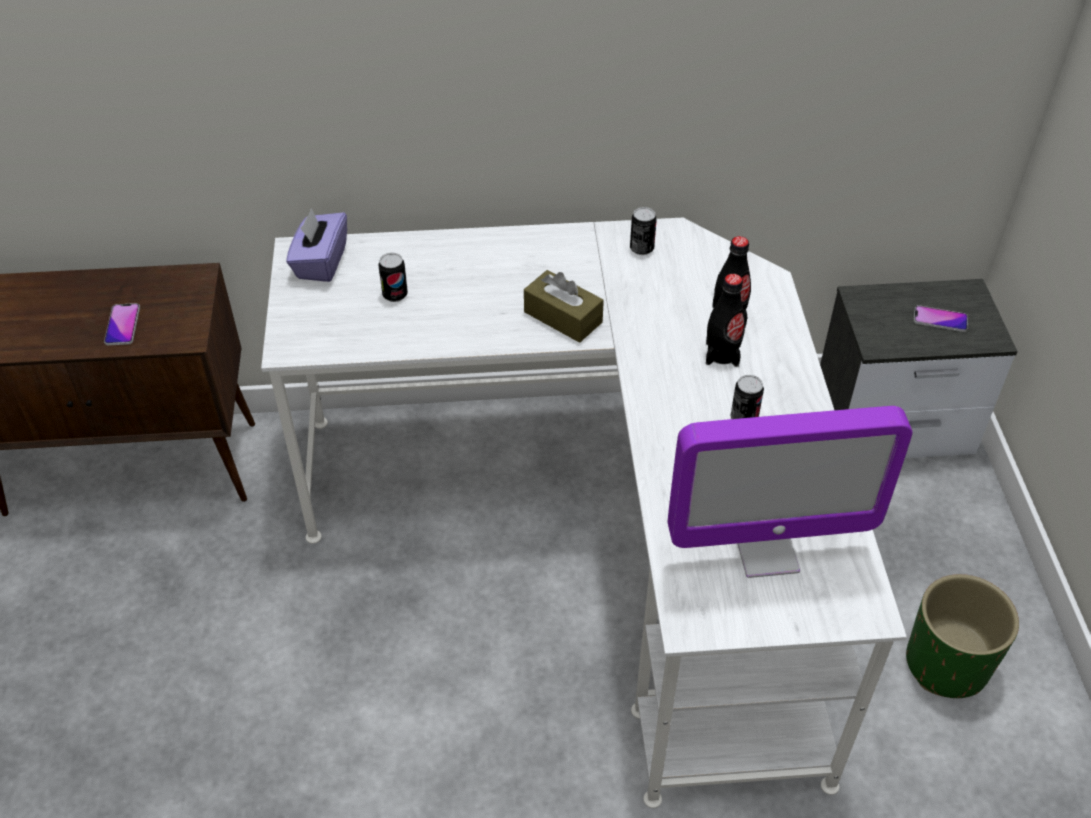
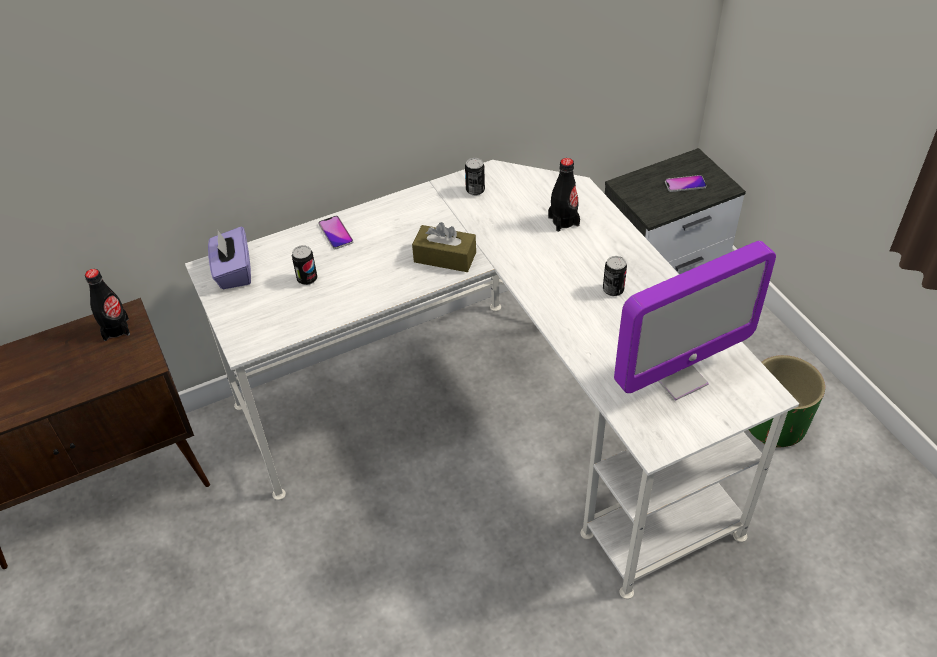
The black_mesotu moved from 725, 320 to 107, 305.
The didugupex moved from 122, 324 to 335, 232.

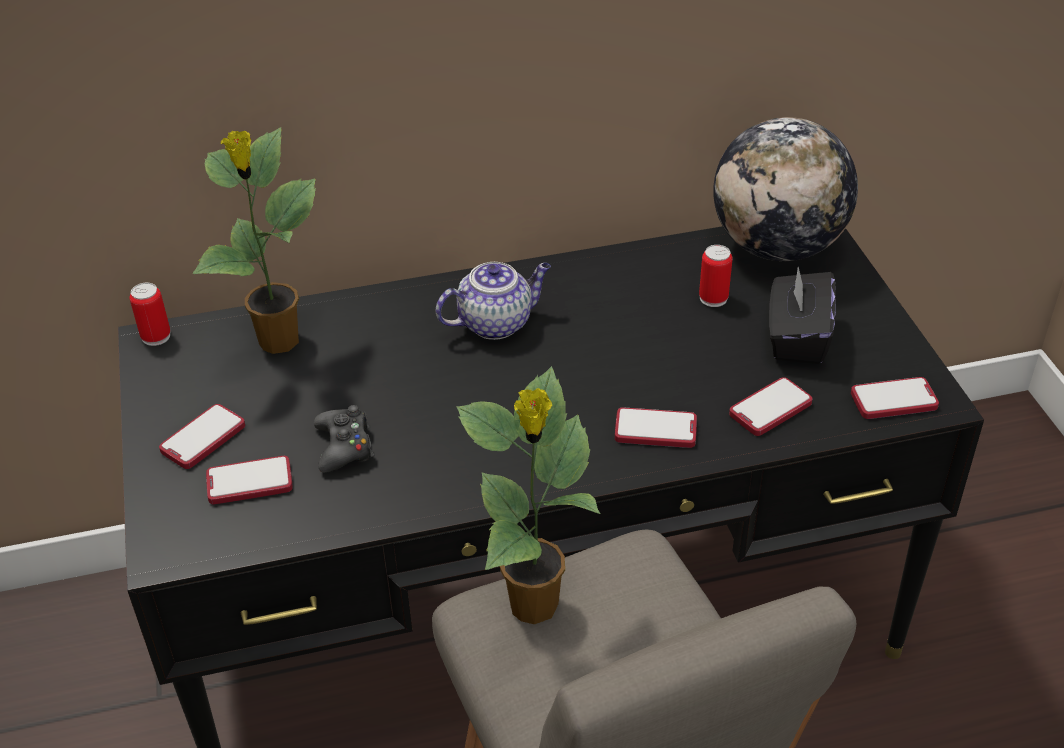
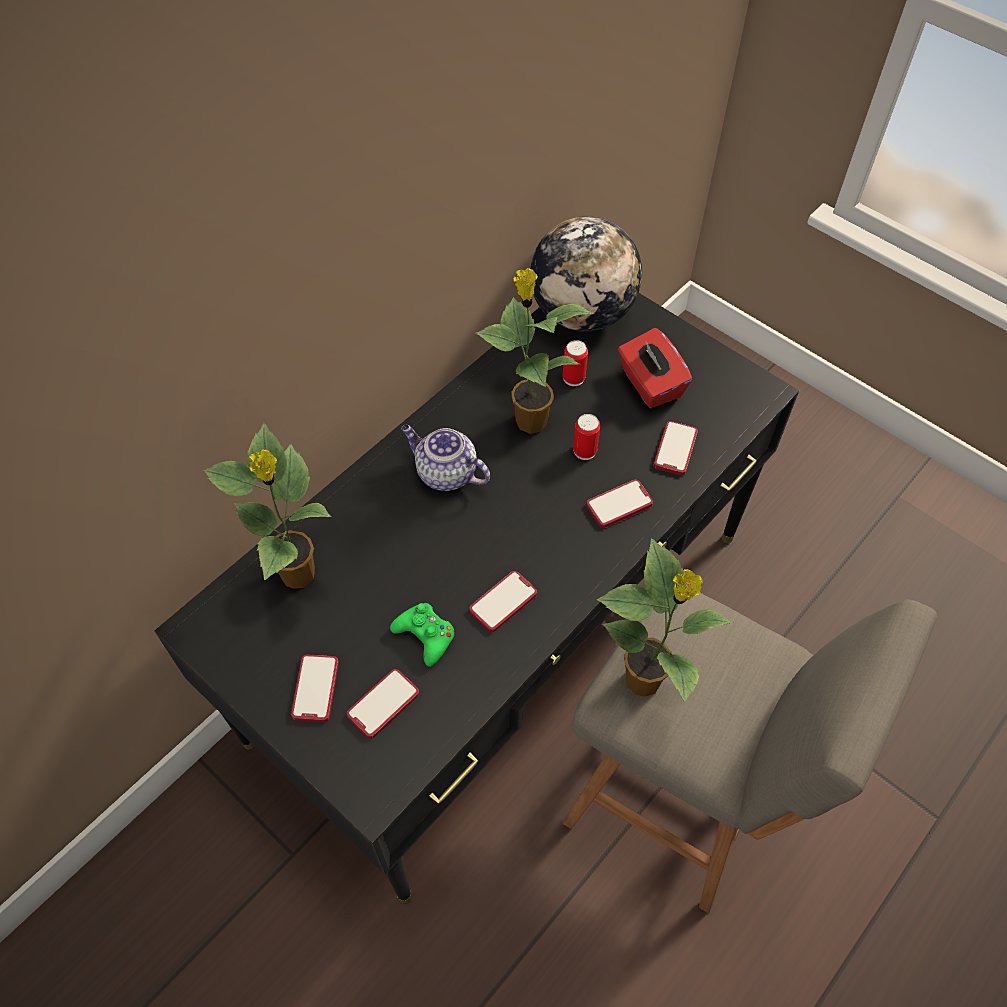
The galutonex at 493, 301 turned 90 degrees counterclockwise.
The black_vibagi at 802, 315 became the red_vibagi at 655, 368.
The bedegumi moved from 150, 314 to 586, 437.
The didugupex moved from 895, 398 to 503, 601.
The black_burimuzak at 344, 439 became the green_burimuzak at 422, 635.
The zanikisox at 535, 351 appeared.

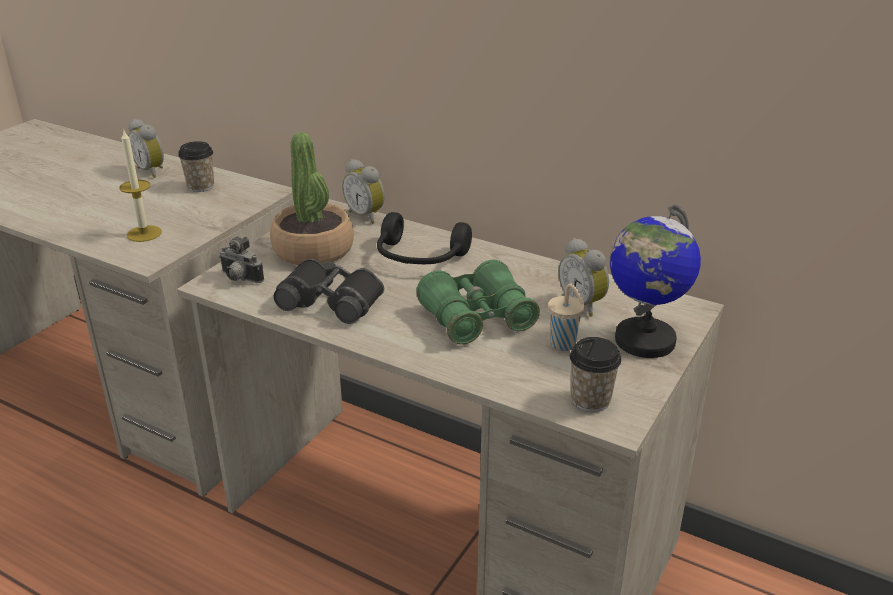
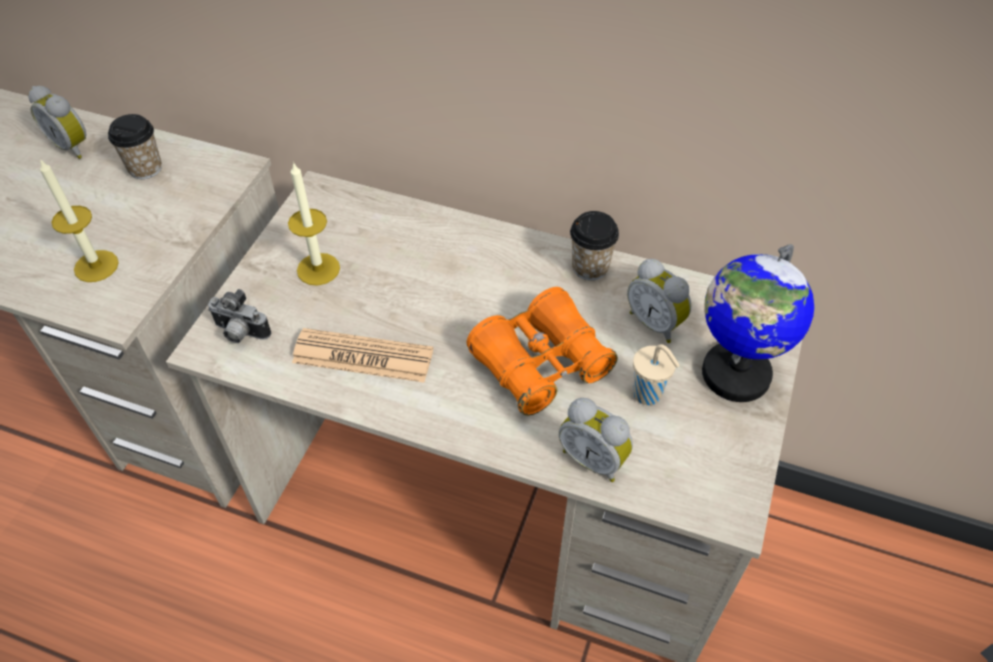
The zanikisox at 312, 198 was replaced by the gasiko at 314, 224.
The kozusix moved from 363, 191 to 596, 440.
The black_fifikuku at 424, 238 disappeared.
The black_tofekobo at 329, 291 was replaced by the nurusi at 362, 355.
The green_tofekobo at 478, 302 became the orange_tofekobo at 542, 351.
The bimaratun moved from 595, 374 to 594, 245.

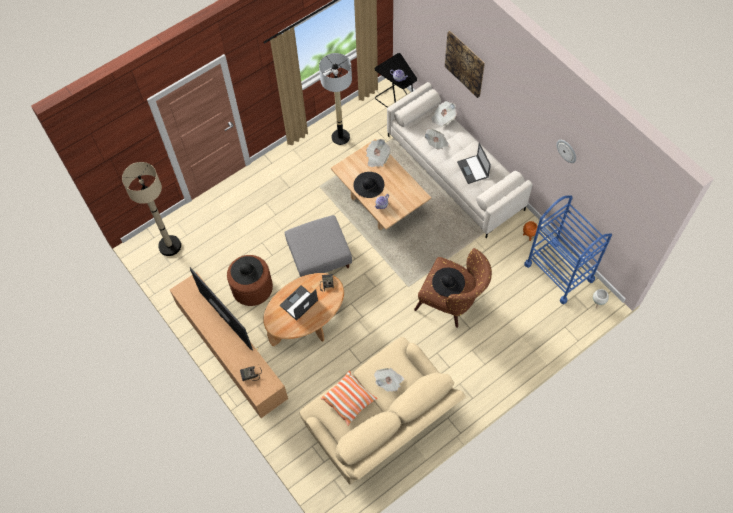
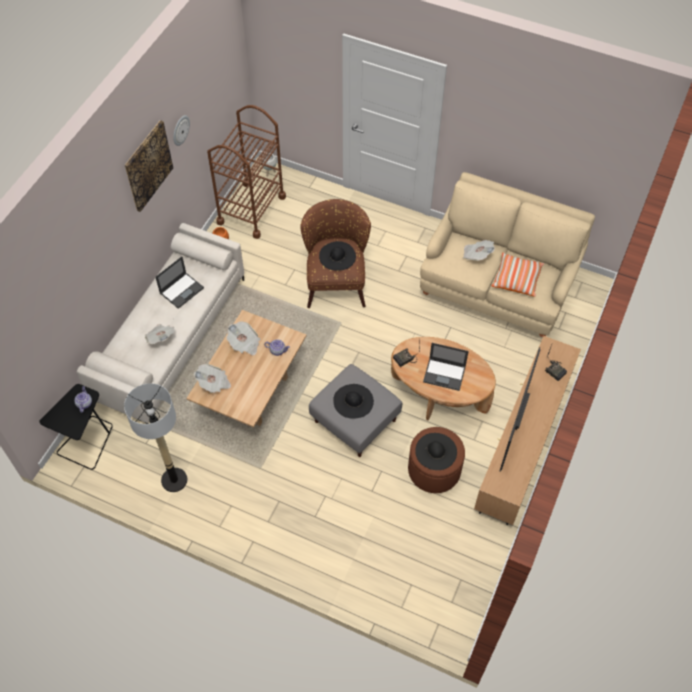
The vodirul moved from 465, 64 to 149, 166.
The nurusi moved from 443, 114 to 243, 338.
The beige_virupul at 151, 209 disappeared.
The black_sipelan moved from 368, 185 to 353, 401.
The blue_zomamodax at 568, 249 became the brown_zomamodax at 246, 172.

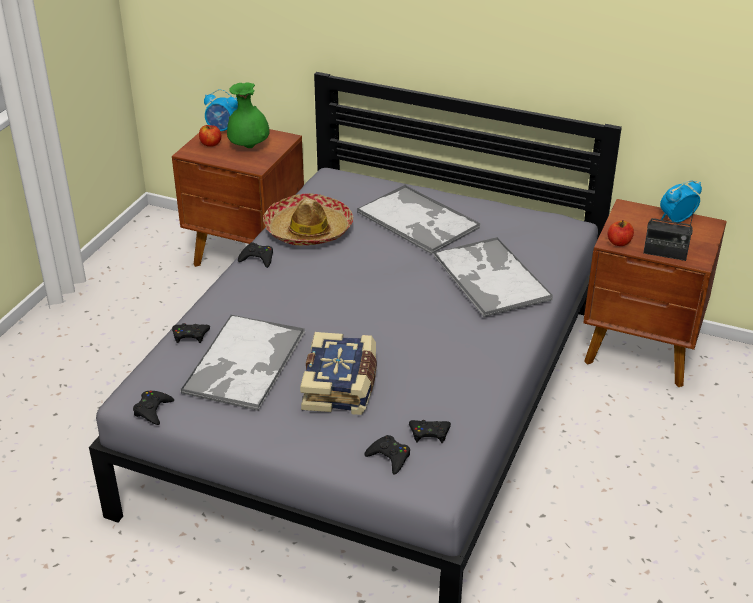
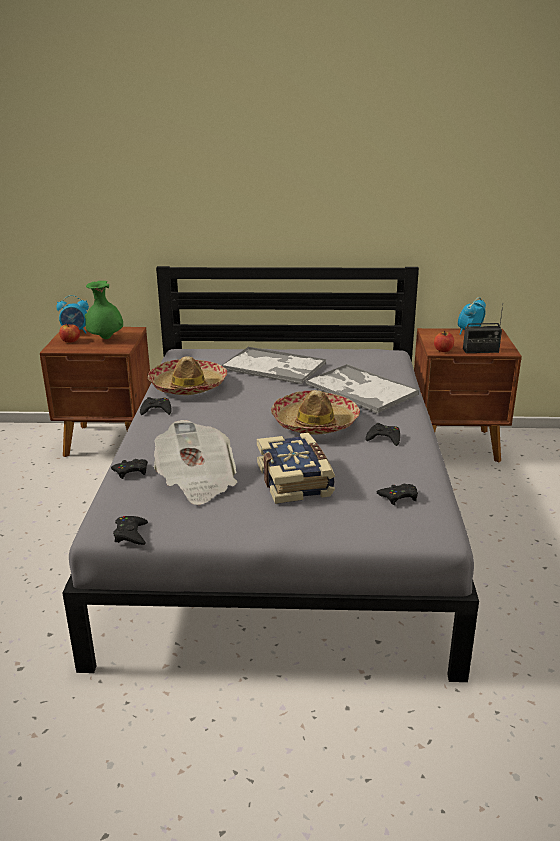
The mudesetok at 242, 362 was replaced by the nurusi at 195, 462.
The black_burimuzak moved from 387, 455 to 383, 434.
The sipelan at 315, 412 appeared.

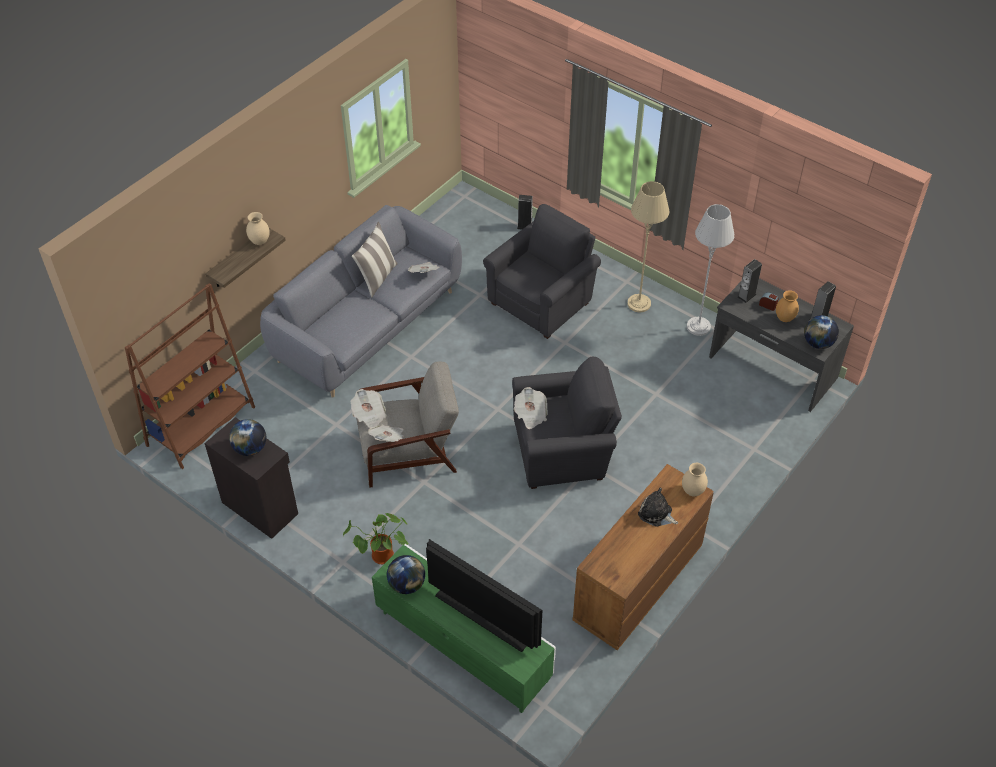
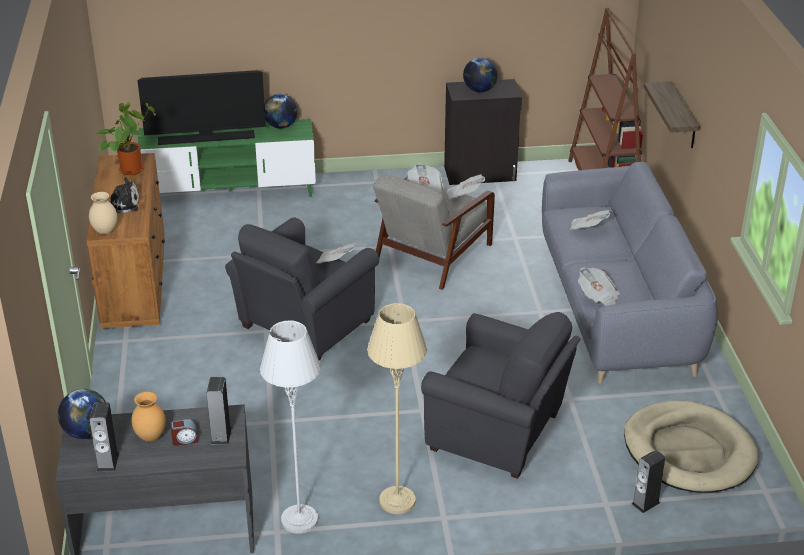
The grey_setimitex at 542, 271 turned 60 degrees counterclockwise.
The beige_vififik at 258, 228 disappeared.
The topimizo at 375, 259 disappeared.
The zanikisox moved from 376, 538 to 125, 138.
The nurusi at 589, 220 appeared.
The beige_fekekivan at 691, 446 appeared.

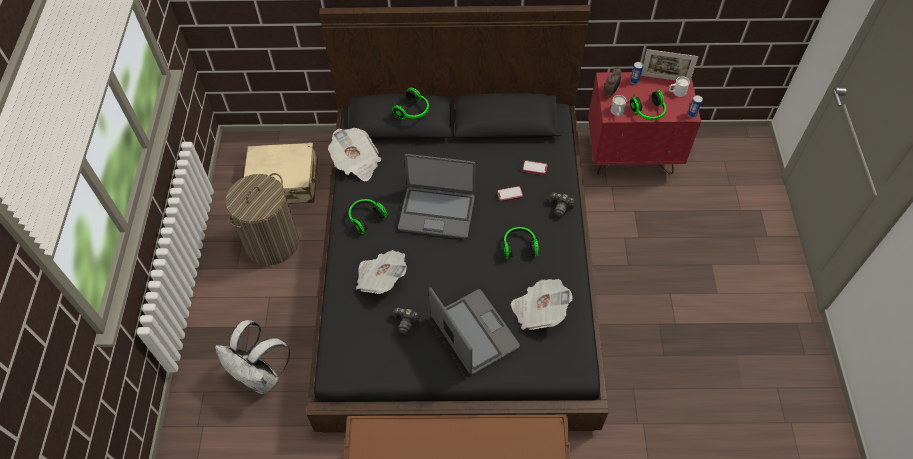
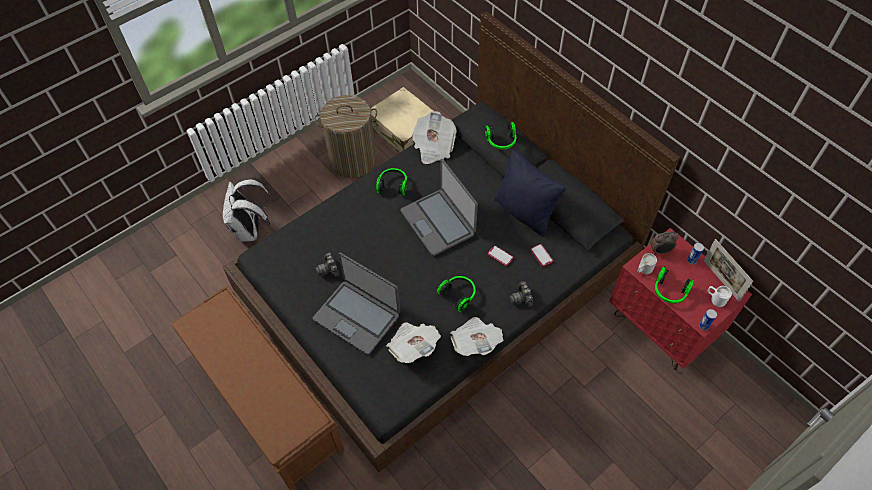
The nurusi moved from 381, 272 to 476, 336.
The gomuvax at 474, 330 turned 105 degrees clockwise.
The black_topimizo at 530, 193 appeared.

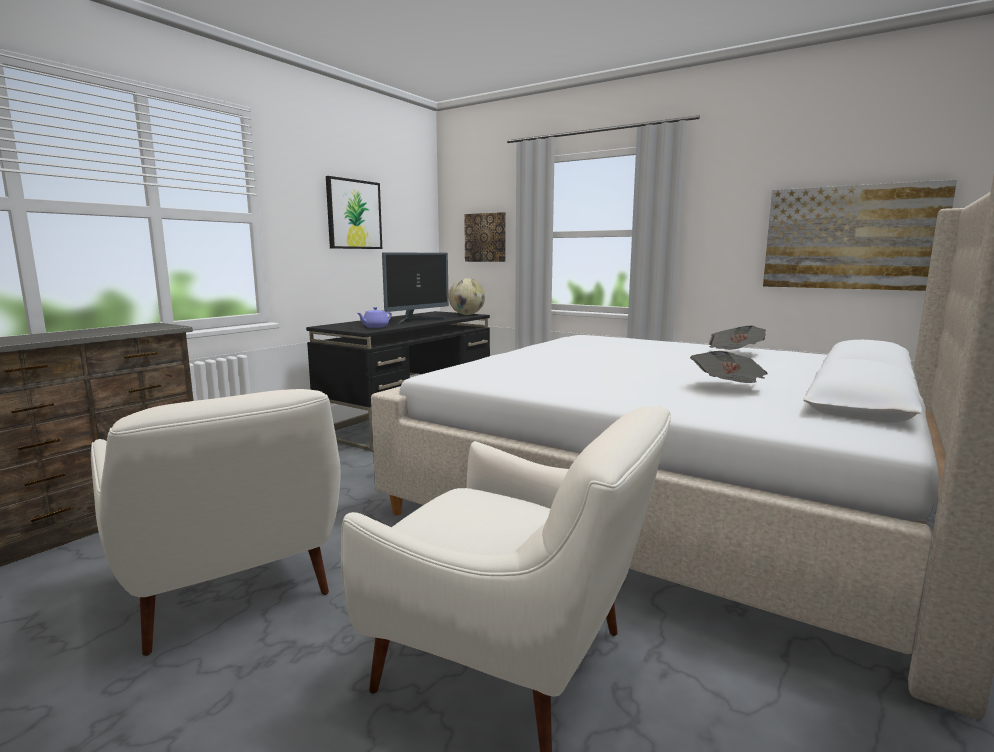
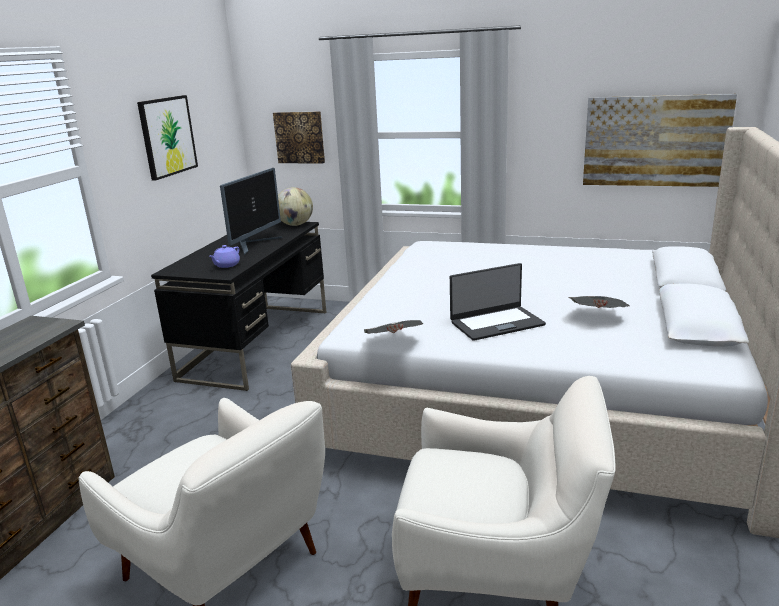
The nurusi moved from 737, 338 to 393, 327.
The gomuvax at 498, 302 appeared.

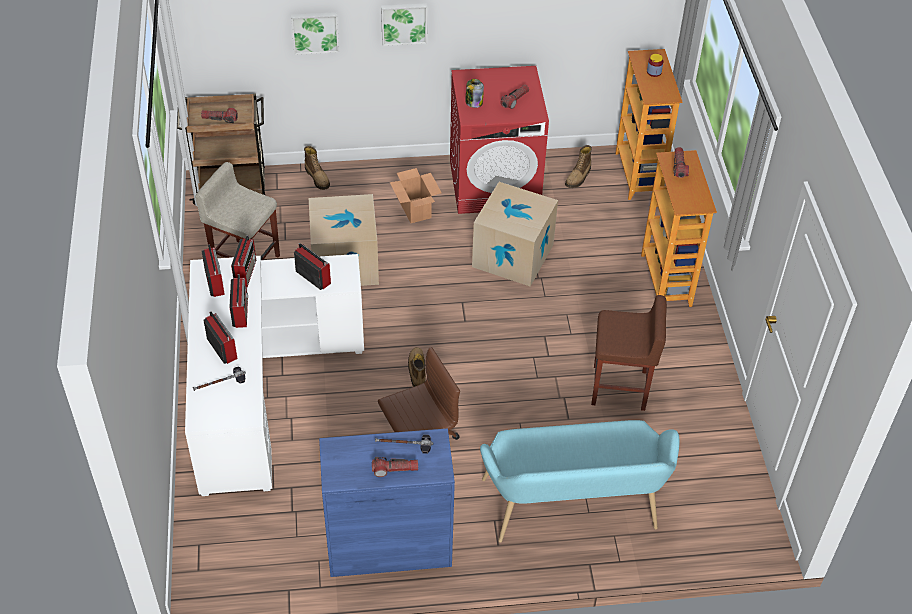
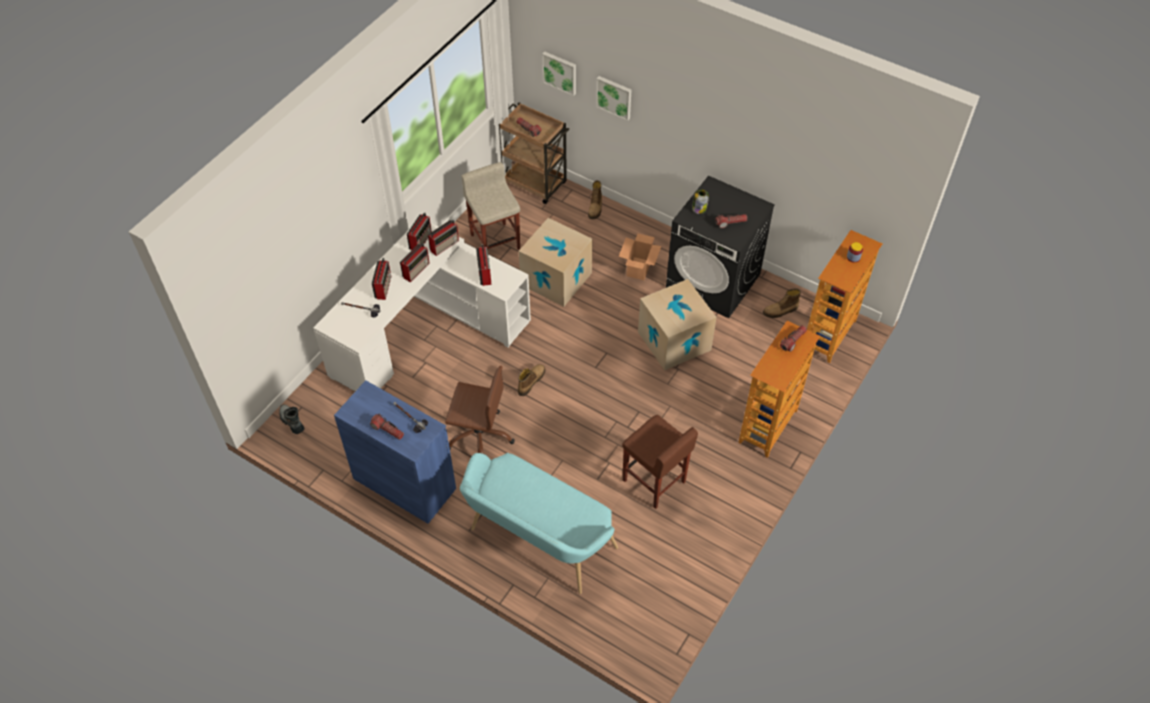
The vodirul moved from 404, 24 to 559, 73.
The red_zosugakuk at 499, 140 became the black_zosugakuk at 720, 246.
The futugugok at 291, 419 appeared.

